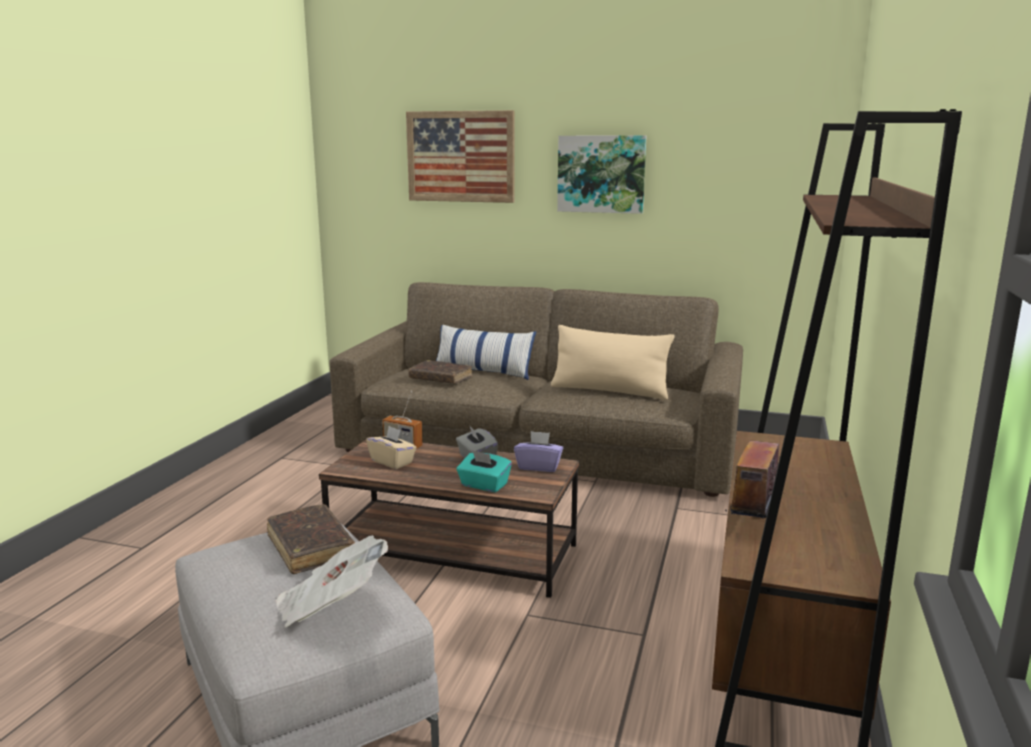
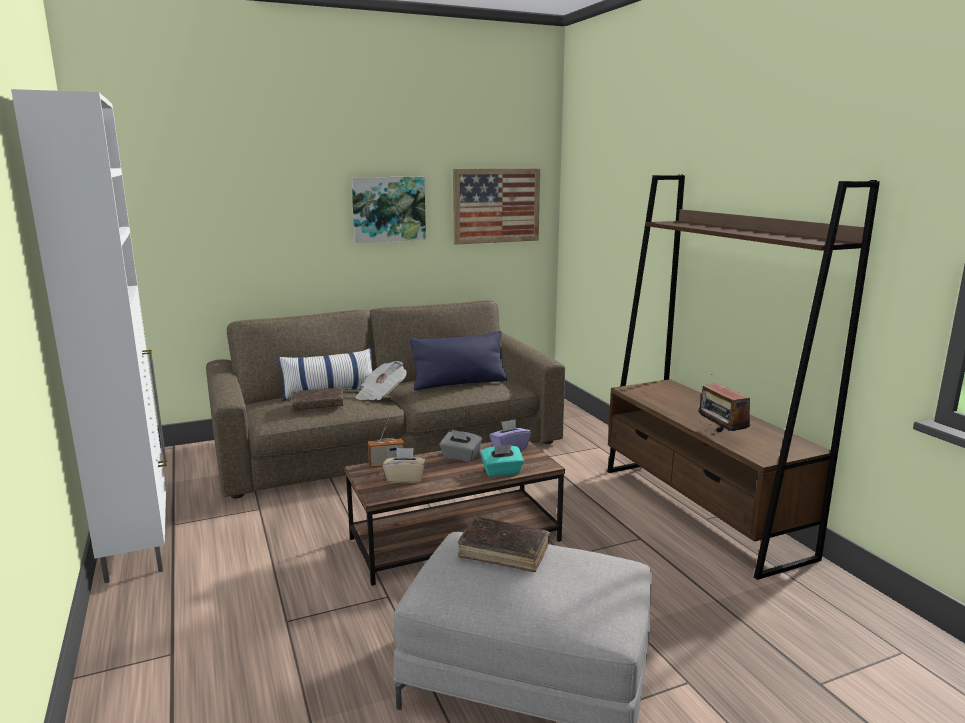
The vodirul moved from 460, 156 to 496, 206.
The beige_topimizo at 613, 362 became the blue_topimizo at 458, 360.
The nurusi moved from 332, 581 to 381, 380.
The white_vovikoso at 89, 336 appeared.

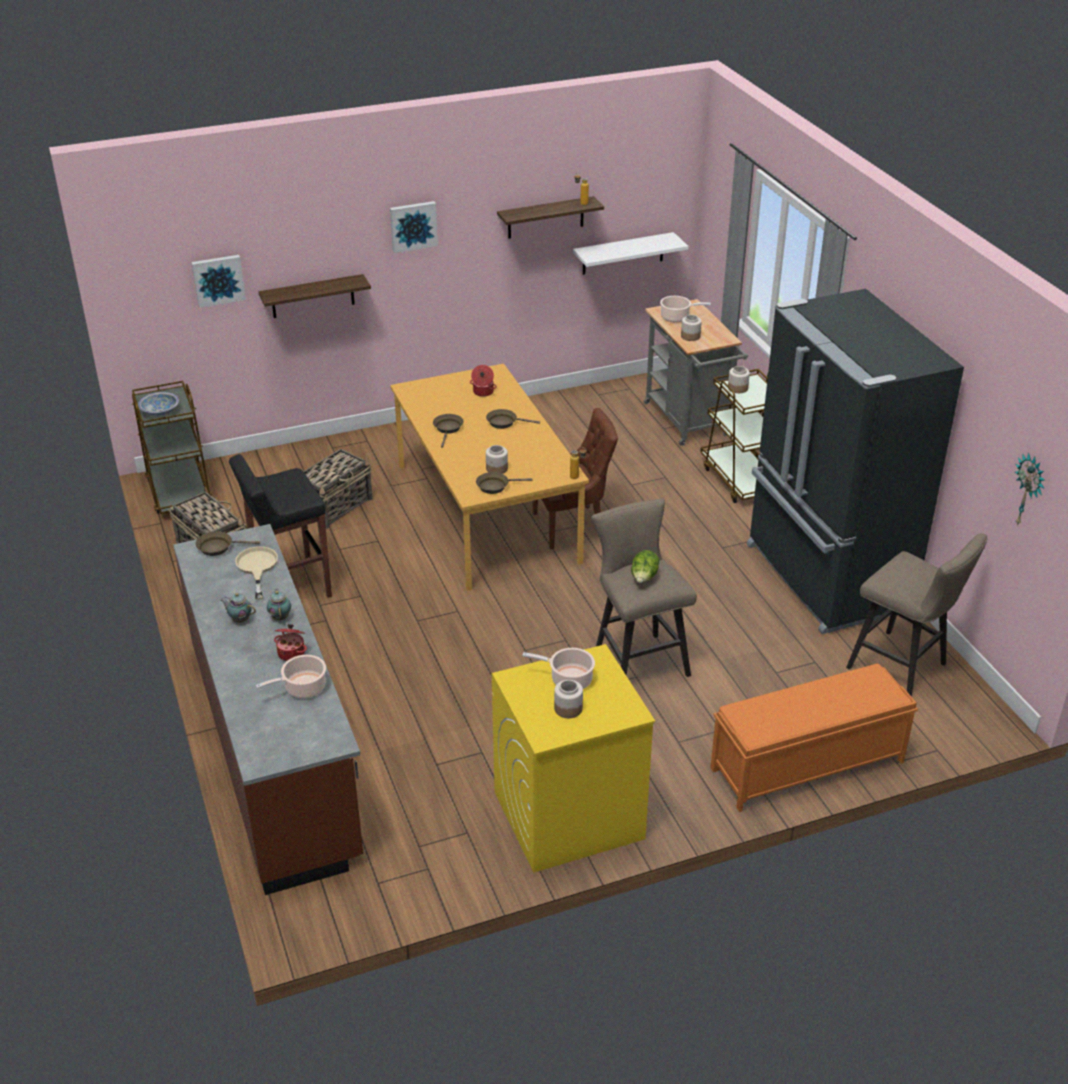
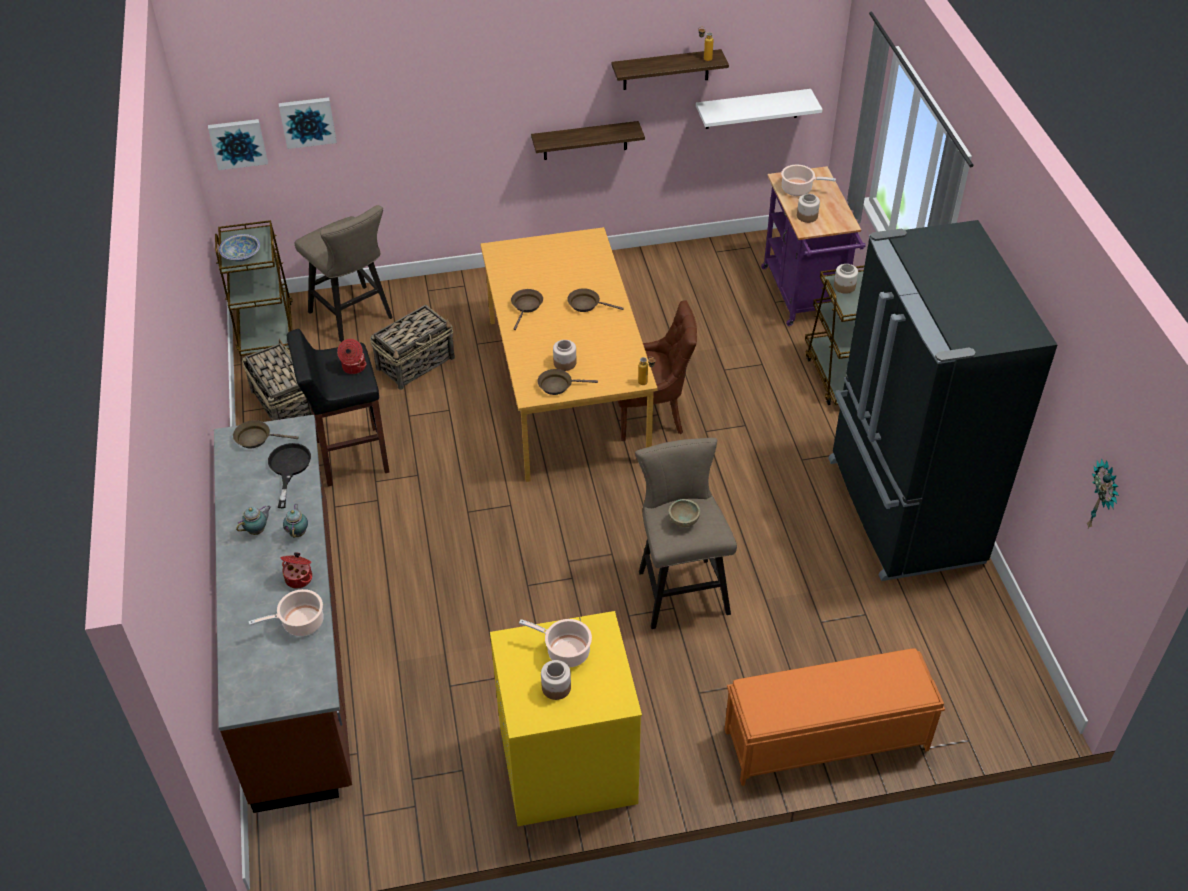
The vodirul moved from 414, 227 to 238, 144.
The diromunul moved from 314, 296 to 588, 140.
The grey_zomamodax at 696, 372 became the purple_zomamodax at 813, 246.
The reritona moved from 483, 381 to 352, 356.
The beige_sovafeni moved from 917, 615 to 344, 273.
The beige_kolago at 256, 573 became the black_kolago at 289, 475.
The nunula at 645, 566 was replaced by the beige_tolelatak at 684, 513.
The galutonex at 238, 607 turned 105 degrees clockwise.

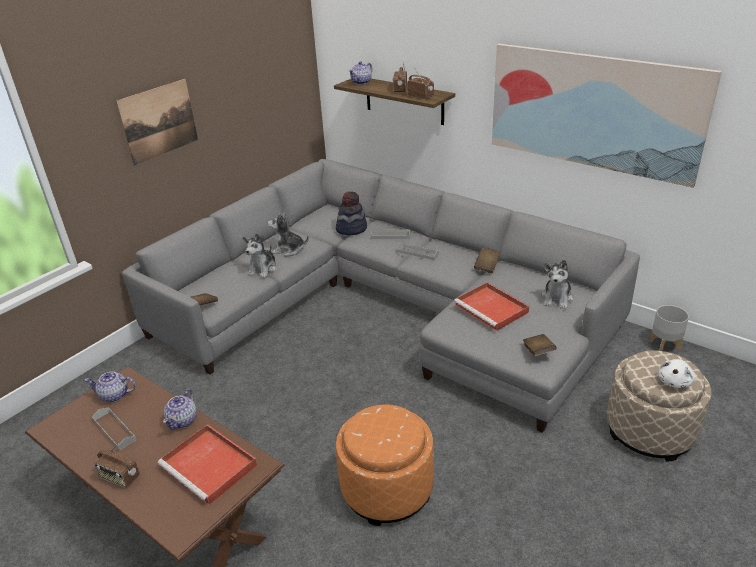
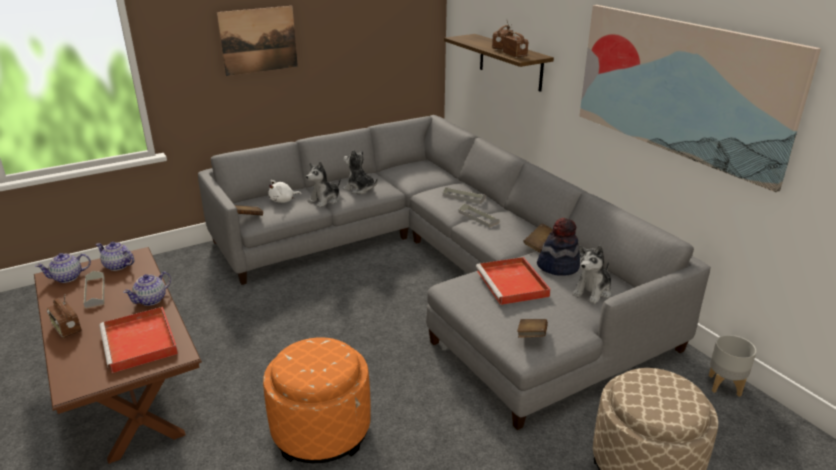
The galutonex moved from 360, 73 to 63, 268.
The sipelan moved from 351, 213 to 558, 247.
The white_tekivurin moved from 677, 373 to 284, 191.

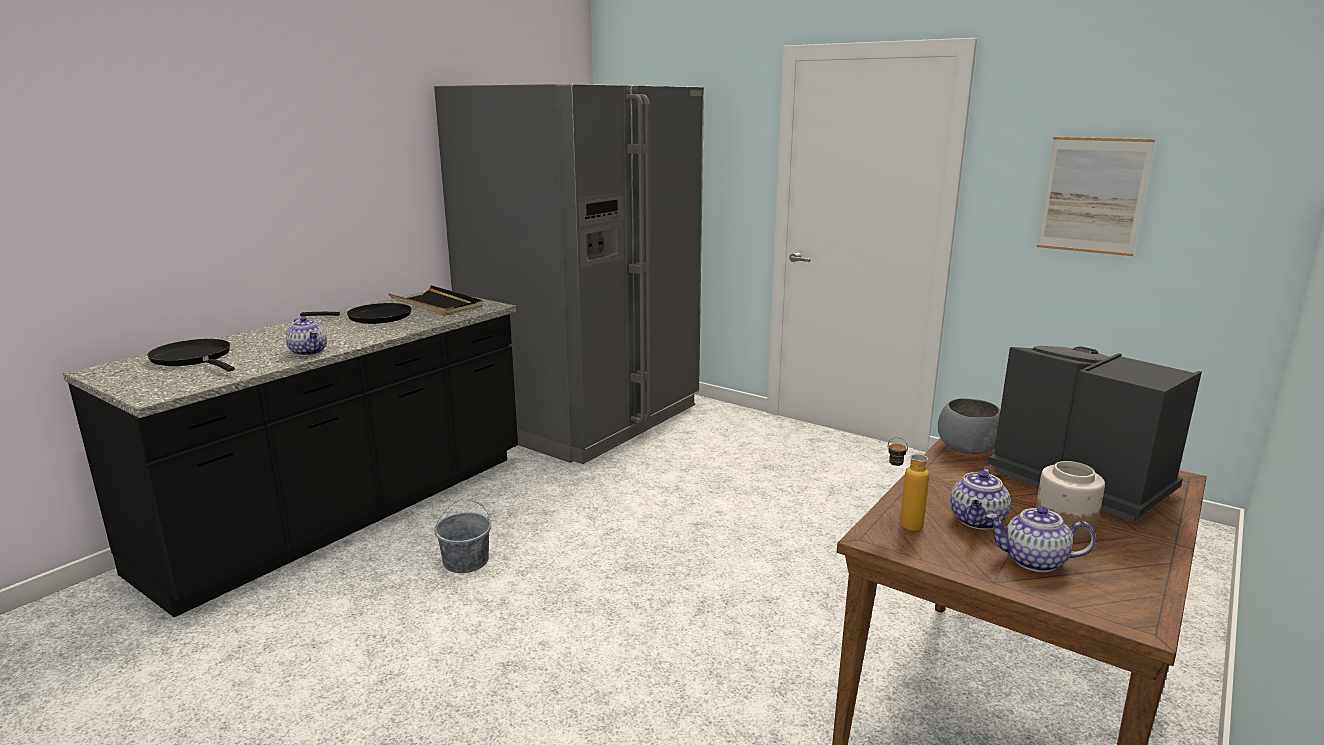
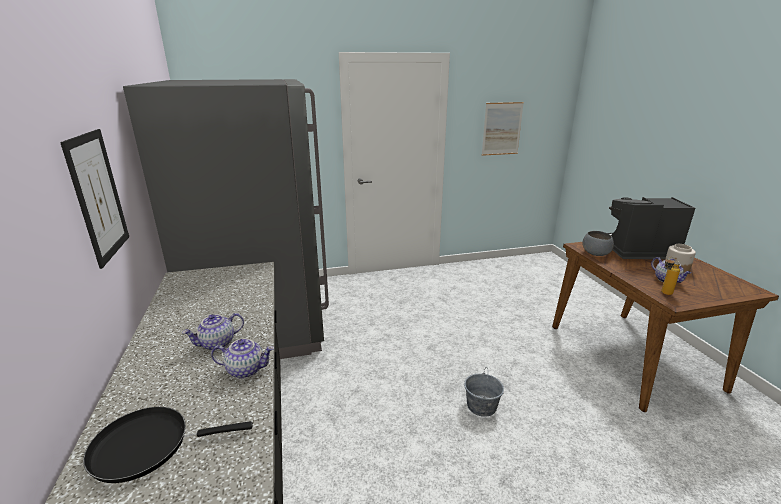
The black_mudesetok at 436, 300 disappeared.
The black_kolago at 356, 313 disappeared.
The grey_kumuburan moved from 463, 536 to 484, 392.
The galutonex moved from 1041, 539 to 213, 331.
The vodirul at 94, 199 appeared.

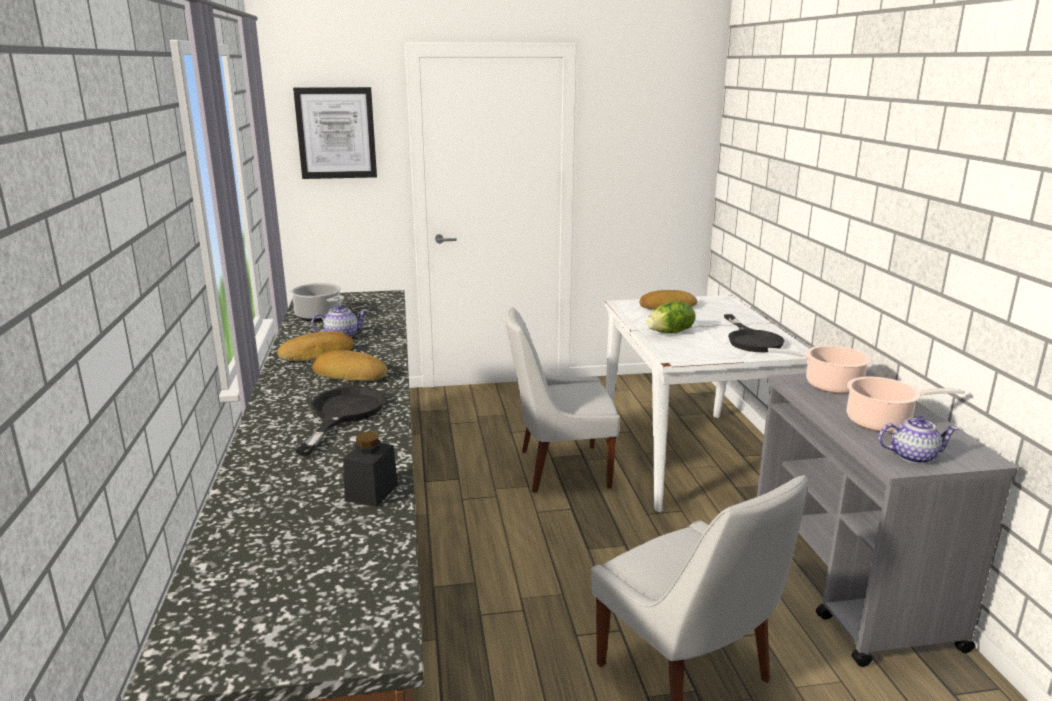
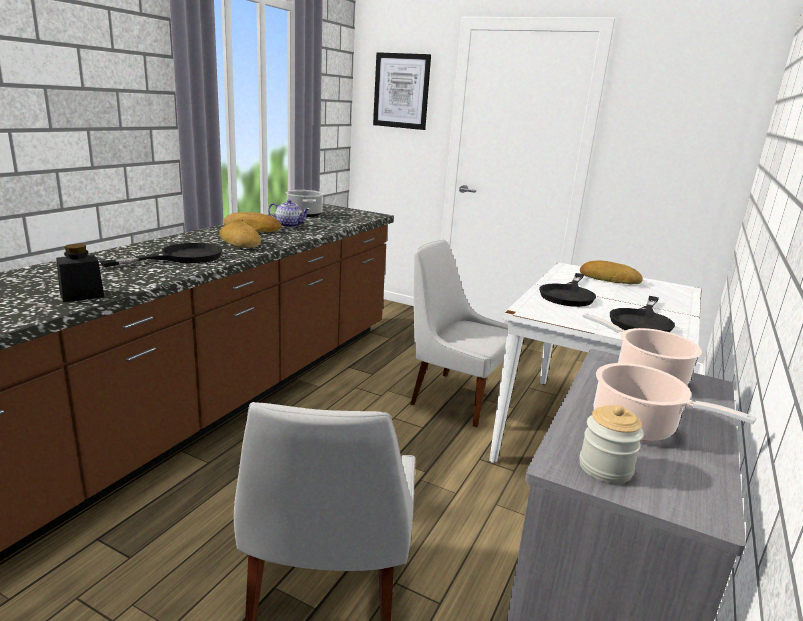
The nunula at 670, 317 was replaced by the black_kolago at 567, 290.
The galutonex at 918, 440 was replaced by the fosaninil at 611, 444.

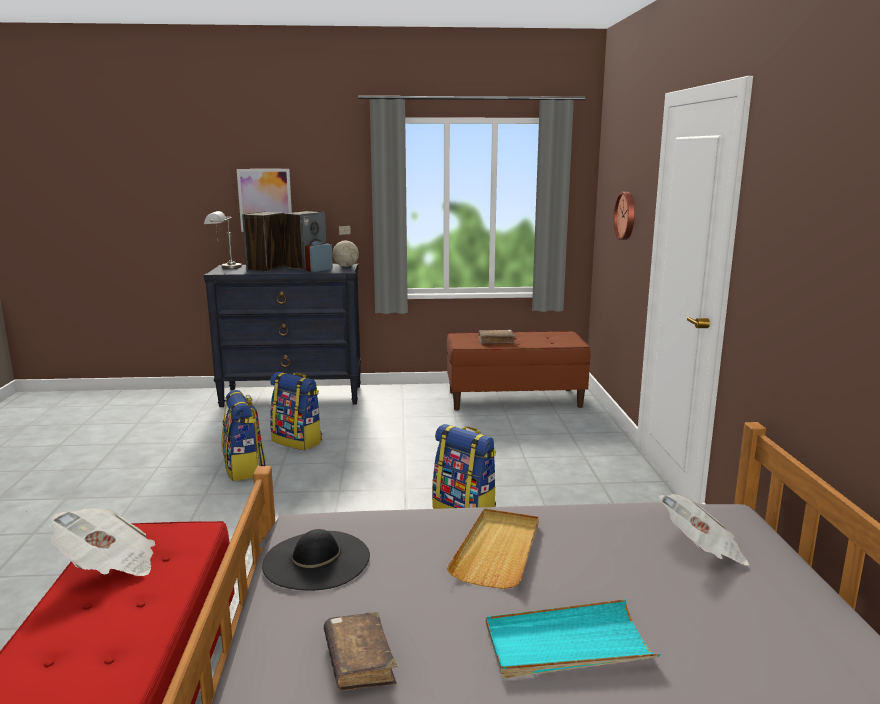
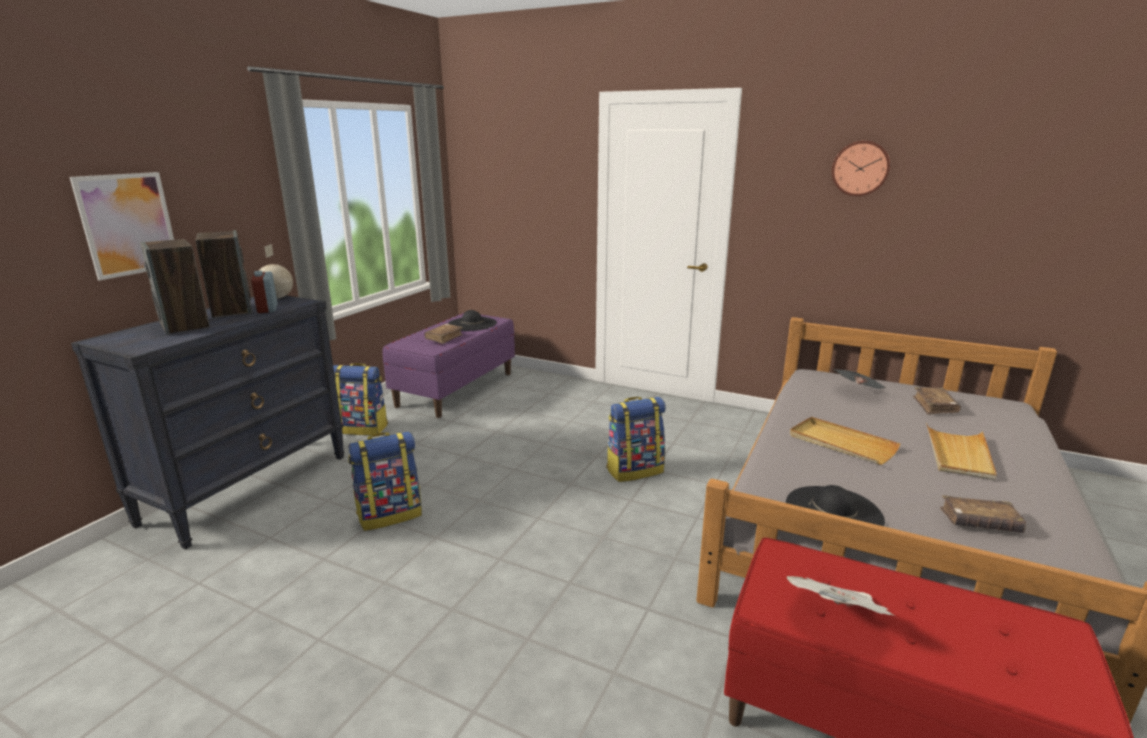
The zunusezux moved from 624, 216 to 861, 168.
The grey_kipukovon at 223, 240 disappeared.
The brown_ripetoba at 518, 370 became the purple_ripetoba at 449, 365.
The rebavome moved from 243, 435 to 360, 399.
The turquoise_mudesetok at 573, 638 became the beige_mudesetok at 961, 451.
The black_sipelan at 472, 320 appeared.
The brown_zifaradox at 937, 400 appeared.

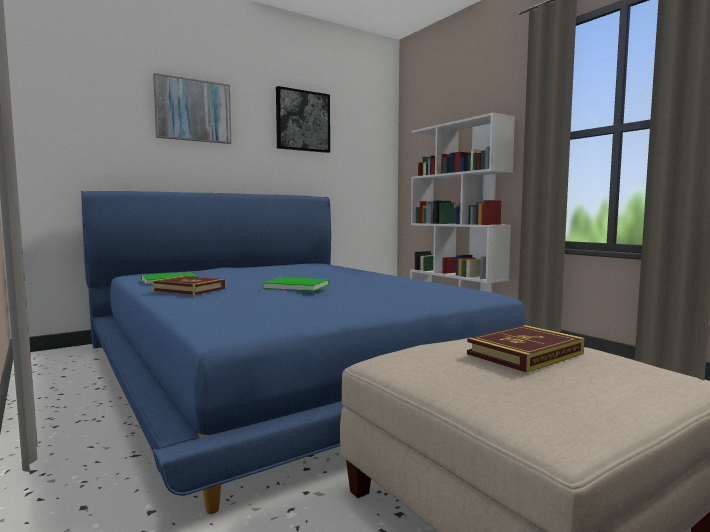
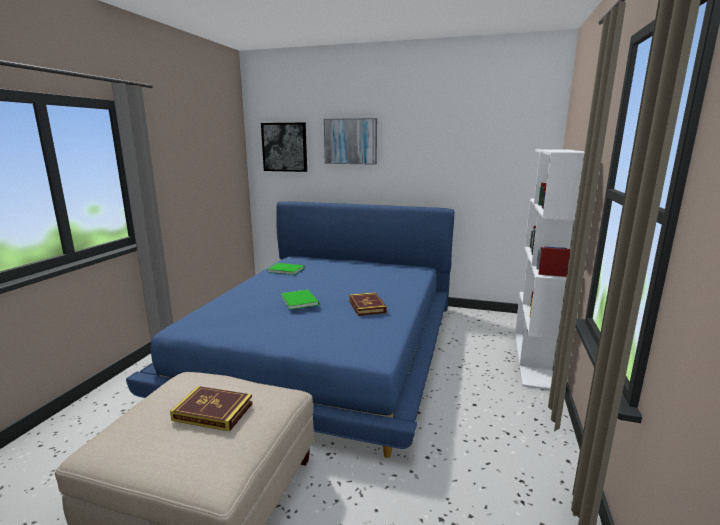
The vodirul moved from 303, 119 to 284, 147.
The zifaradox moved from 188, 285 to 368, 304.

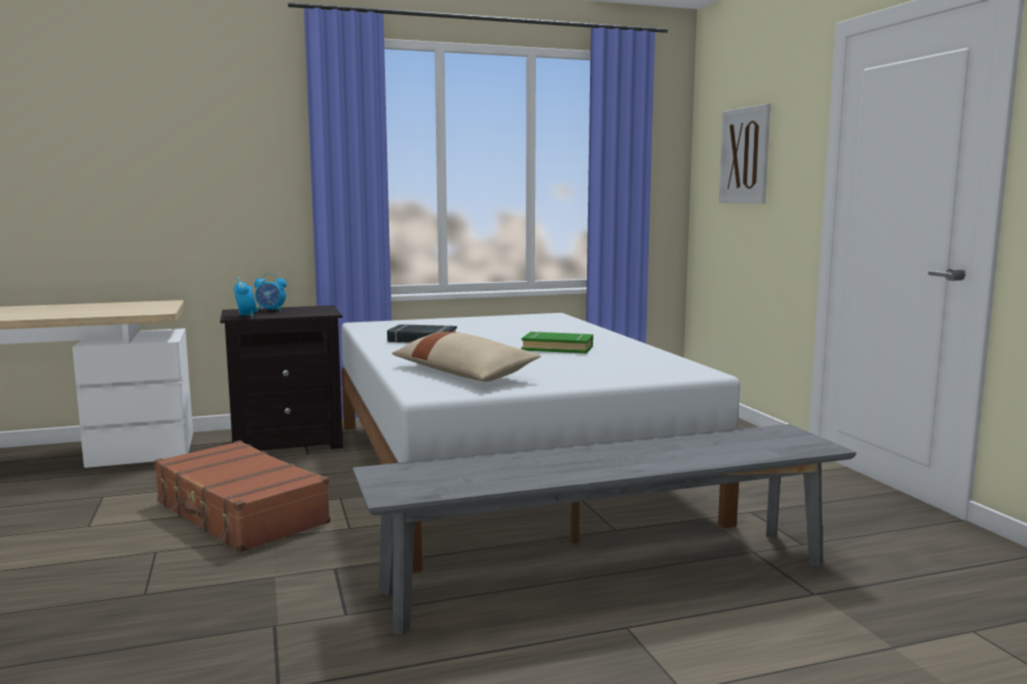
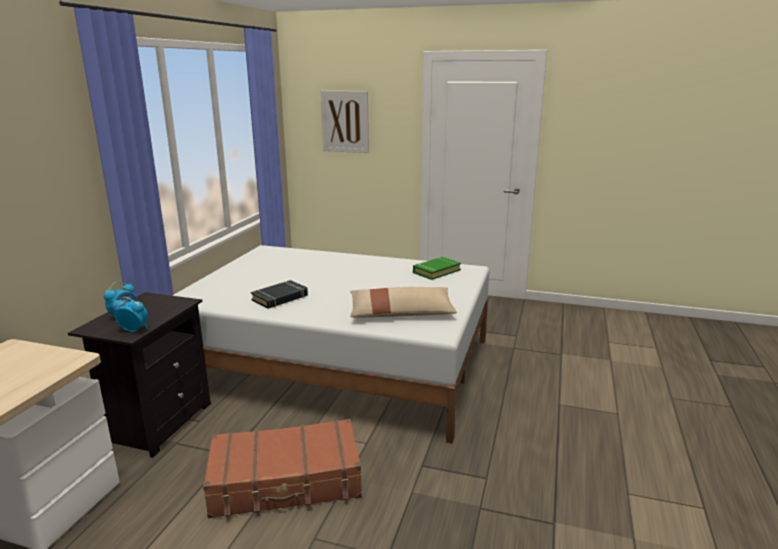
The green_zifaradox moved from 557, 342 to 437, 268.
The grey_ripetoba at 604, 529 disappeared.

